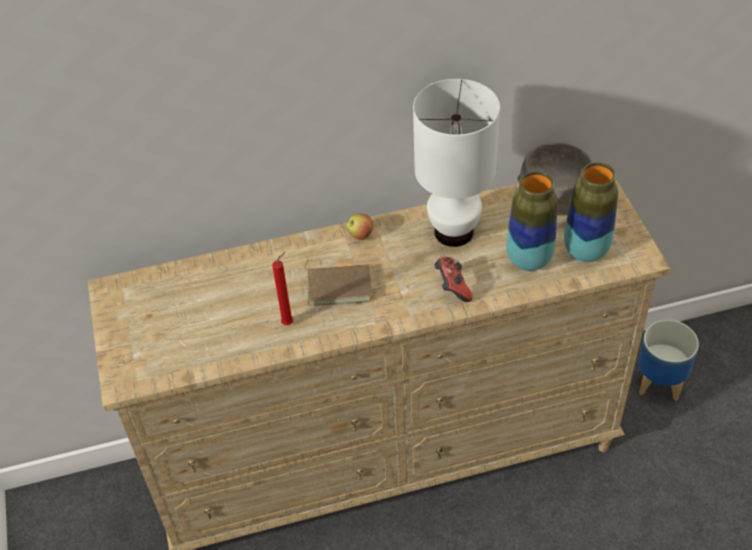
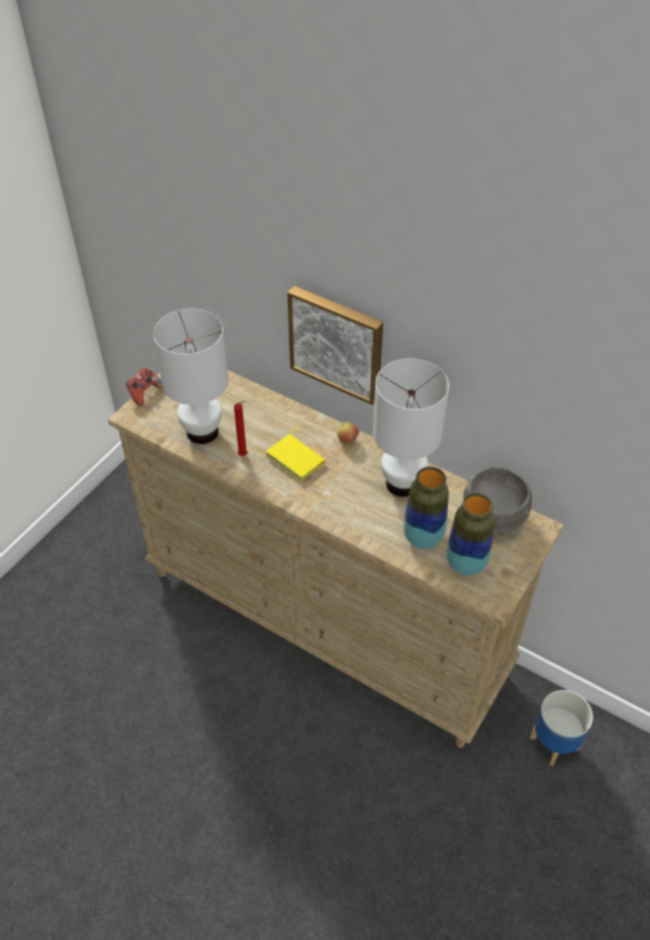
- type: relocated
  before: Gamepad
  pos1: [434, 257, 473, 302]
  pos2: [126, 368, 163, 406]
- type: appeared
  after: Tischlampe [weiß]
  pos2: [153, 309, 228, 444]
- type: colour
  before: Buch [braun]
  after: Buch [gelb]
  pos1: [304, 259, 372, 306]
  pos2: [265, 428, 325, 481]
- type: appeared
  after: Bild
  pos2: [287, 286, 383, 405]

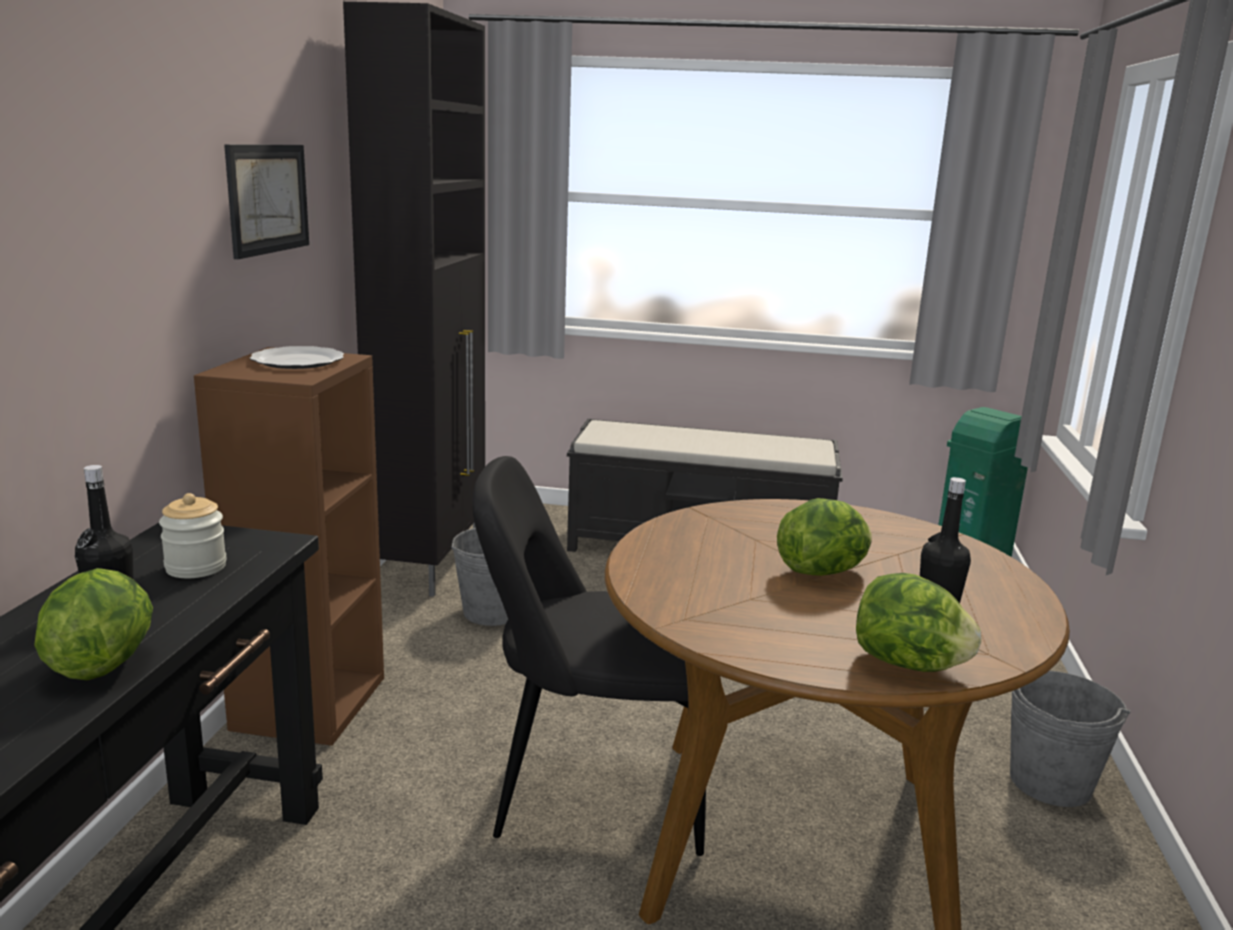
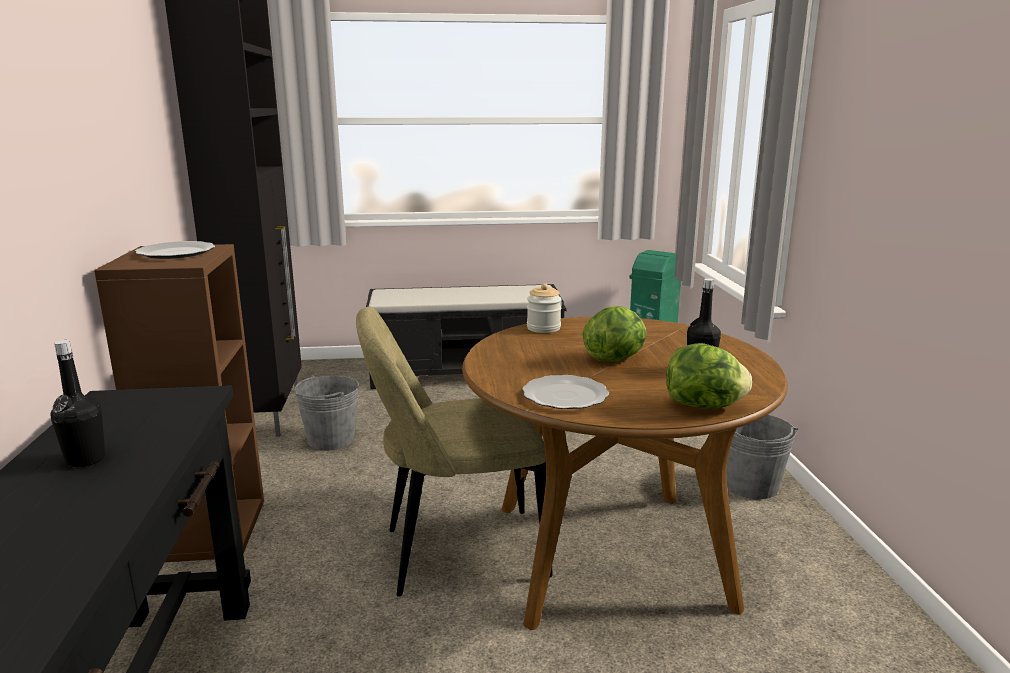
- type: colour
  before: Stuhl [schwarz]
  after: Stuhl [beige]
  pos1: [473, 456, 706, 856]
  pos2: [356, 307, 553, 597]
- type: appeared
  after: Teller
  pos2: [522, 375, 609, 409]
- type: relocated
  before: Vorratsglas
  pos1: [159, 493, 227, 578]
  pos2: [527, 283, 562, 333]
- type: missing
  before: Salatkopf
  pos1: [34, 568, 153, 680]
- type: missing
  before: Bild
  pos1: [224, 144, 309, 259]

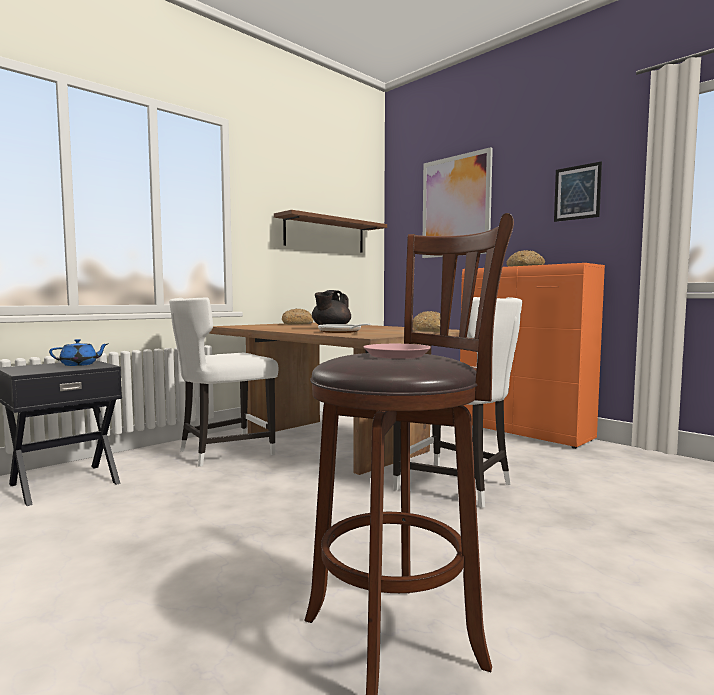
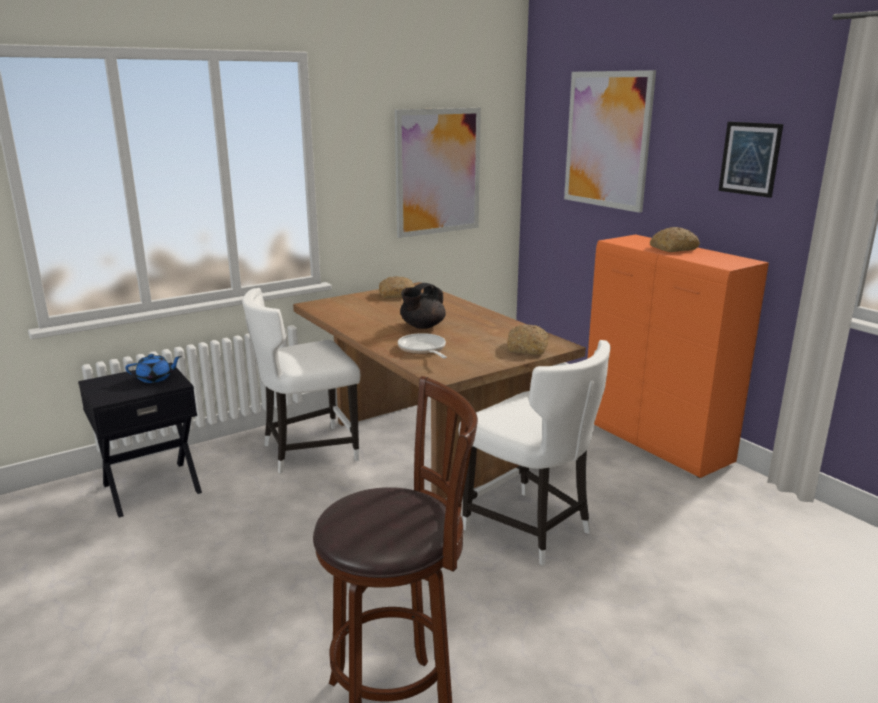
- type: exchanged
  before: Wandregal [braun]
  after: Bild
  pos1: [274, 210, 387, 253]
  pos2: [395, 108, 481, 238]
- type: missing
  before: Teller [rosa]
  pos1: [364, 344, 431, 359]

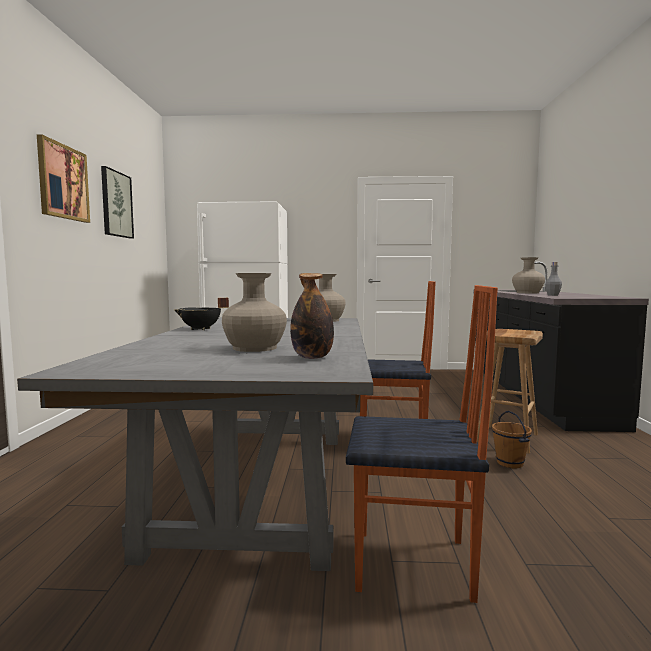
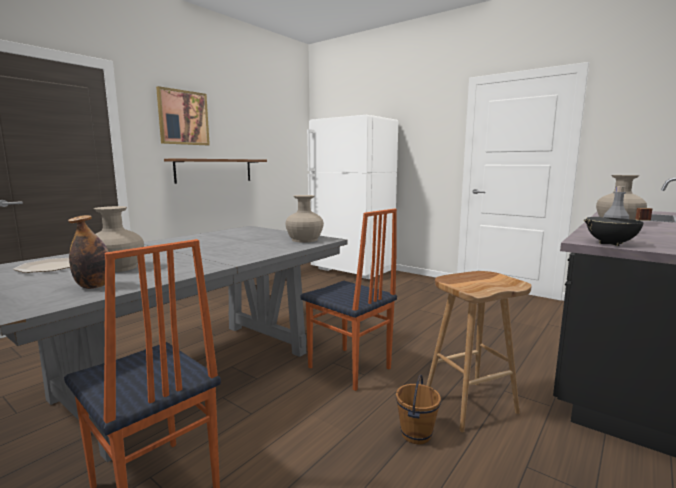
- type: appeared
  after: Teller
  pos2: [13, 258, 70, 273]
- type: appeared
  after: Wandregal [braun]
  pos2: [164, 159, 267, 184]
- type: relocated
  before: Kochtopf [schwarz]
  pos1: [174, 298, 229, 330]
  pos2: [584, 208, 653, 246]
- type: missing
  before: Bild
  pos1: [101, 166, 134, 239]

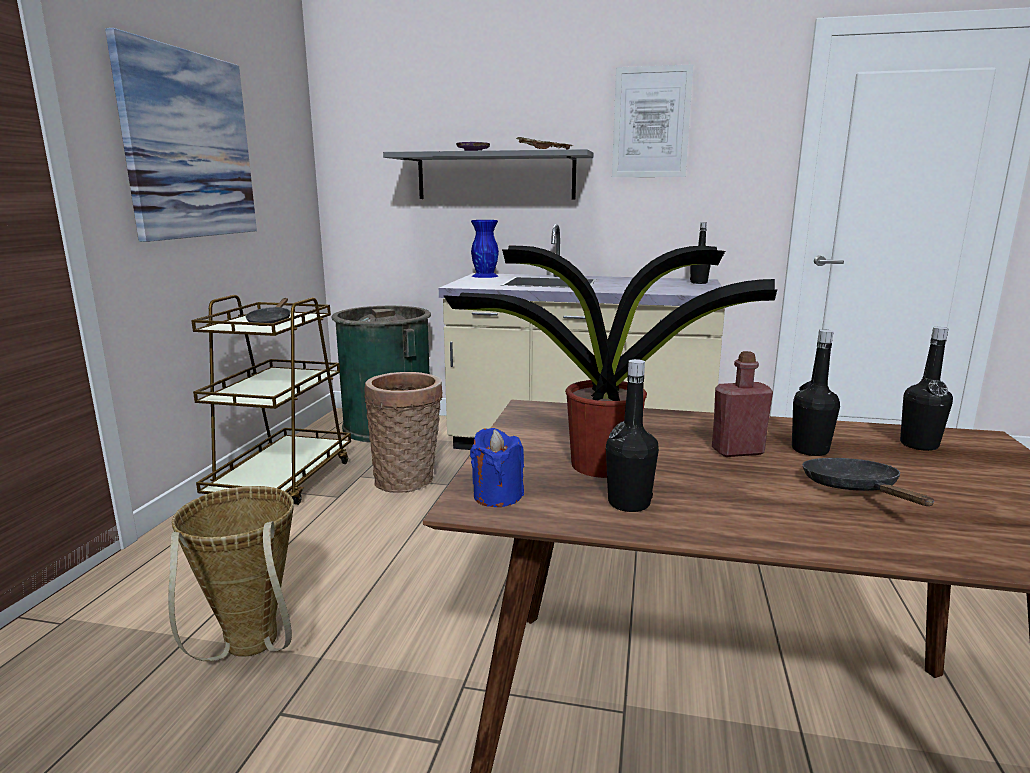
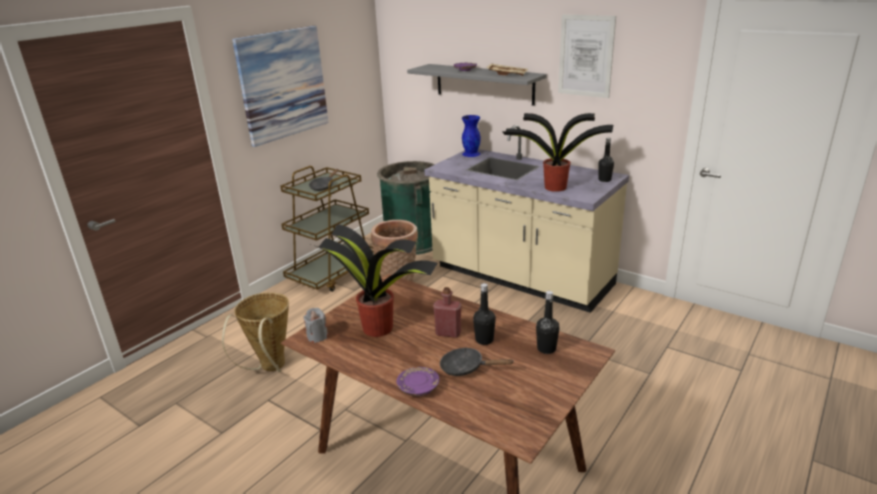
- type: colour
  before: Kerze [blau]
  after: Kerze [grau]
  pos1: [470, 428, 524, 507]
  pos2: [303, 308, 328, 343]
- type: appeared
  after: Teller [lila]
  pos2: [396, 367, 439, 396]
- type: spun
  before: Pfanne [schwarz]
  pos1: [802, 458, 934, 506]
  pos2: [440, 347, 513, 376]
  turn: -90
- type: appeared
  after: Topfpflanze
  pos2: [502, 113, 613, 192]
- type: missing
  before: Flasche [schwarz]
  pos1: [606, 359, 659, 512]

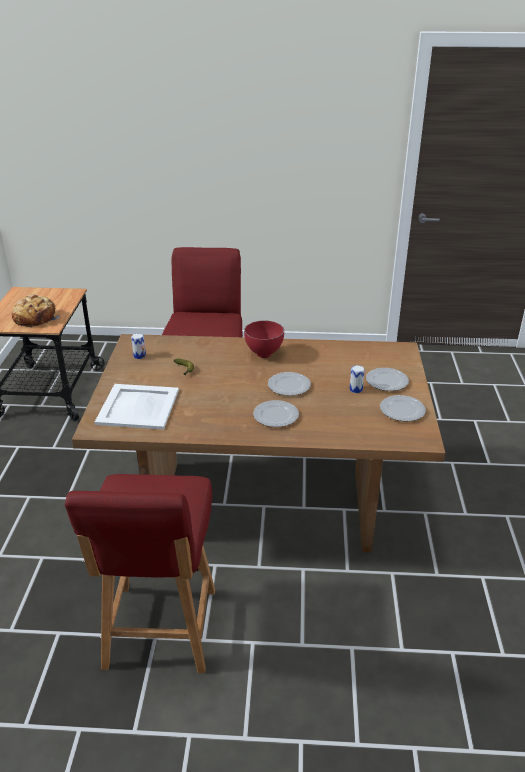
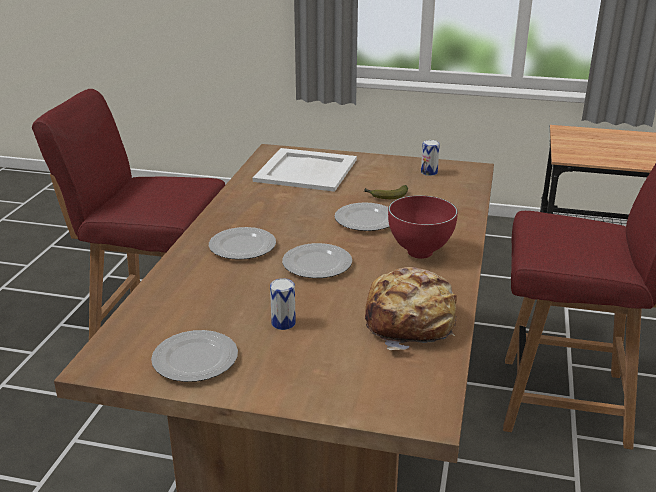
- type: relocated
  before: Teller
  pos1: [366, 368, 409, 391]
  pos2: [334, 202, 390, 231]
- type: relocated
  before: Brot
  pos1: [11, 294, 60, 328]
  pos2: [365, 267, 457, 350]

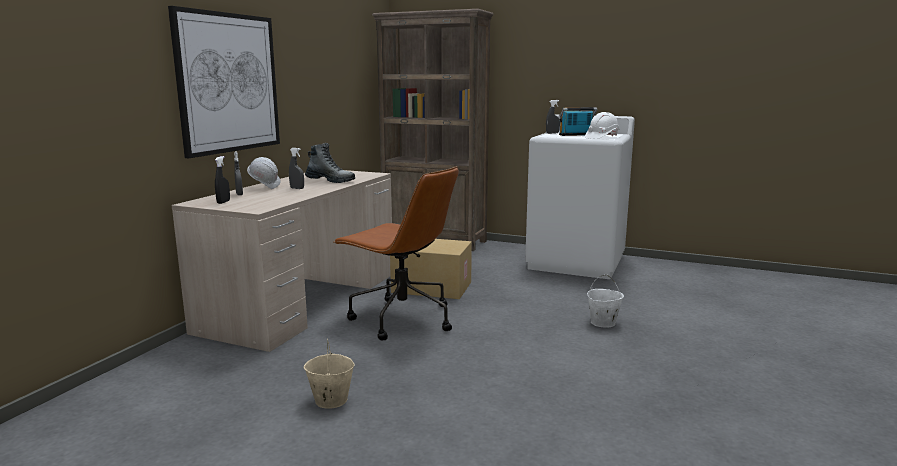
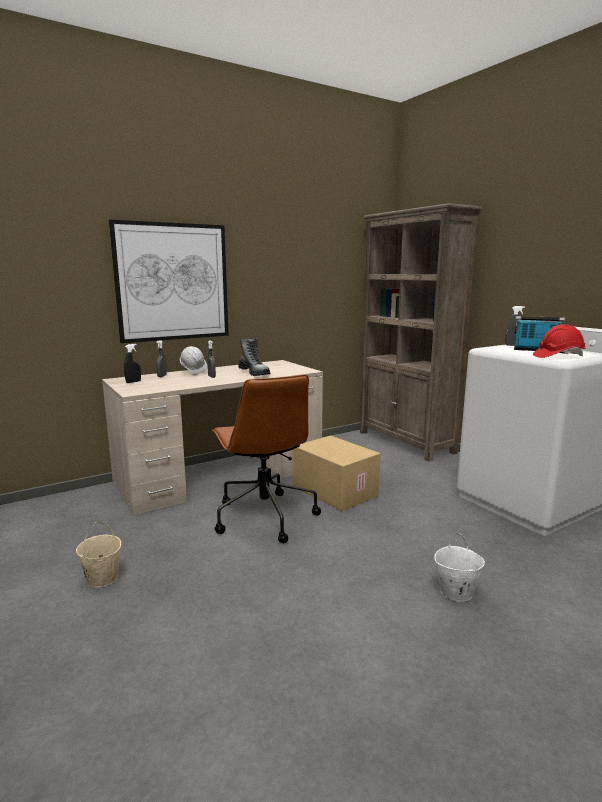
- type: colour
  before: Schutzhelm [weiß]
  after: Schutzhelm [rot]
  pos1: [585, 112, 620, 139]
  pos2: [533, 324, 586, 358]

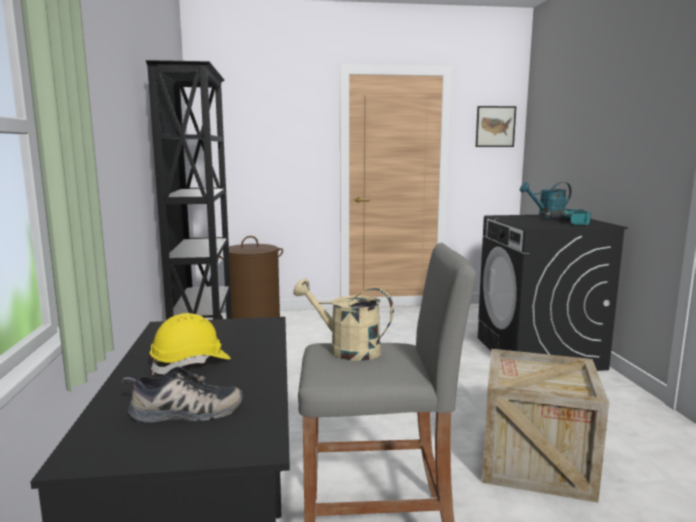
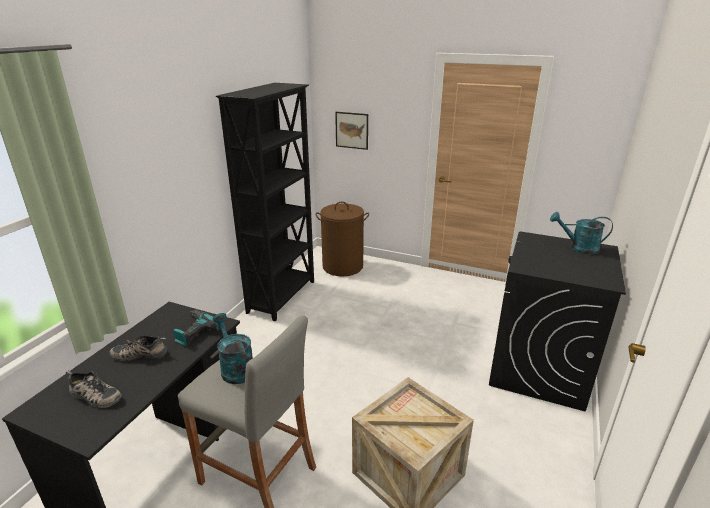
- type: exchanged
  before: Schutzhelm [gelb]
  after: Schuh
  pos1: [150, 313, 231, 375]
  pos2: [110, 336, 167, 361]
- type: relocated
  before: Bohrmaschine
  pos1: [545, 209, 591, 225]
  pos2: [173, 310, 221, 347]
- type: colour
  before: Gießkanne [beige]
  after: Gießkanne [türkis]
  pos1: [293, 278, 394, 361]
  pos2: [212, 313, 253, 384]
- type: relocated
  before: Bild
  pos1: [476, 106, 516, 147]
  pos2: [335, 112, 368, 150]

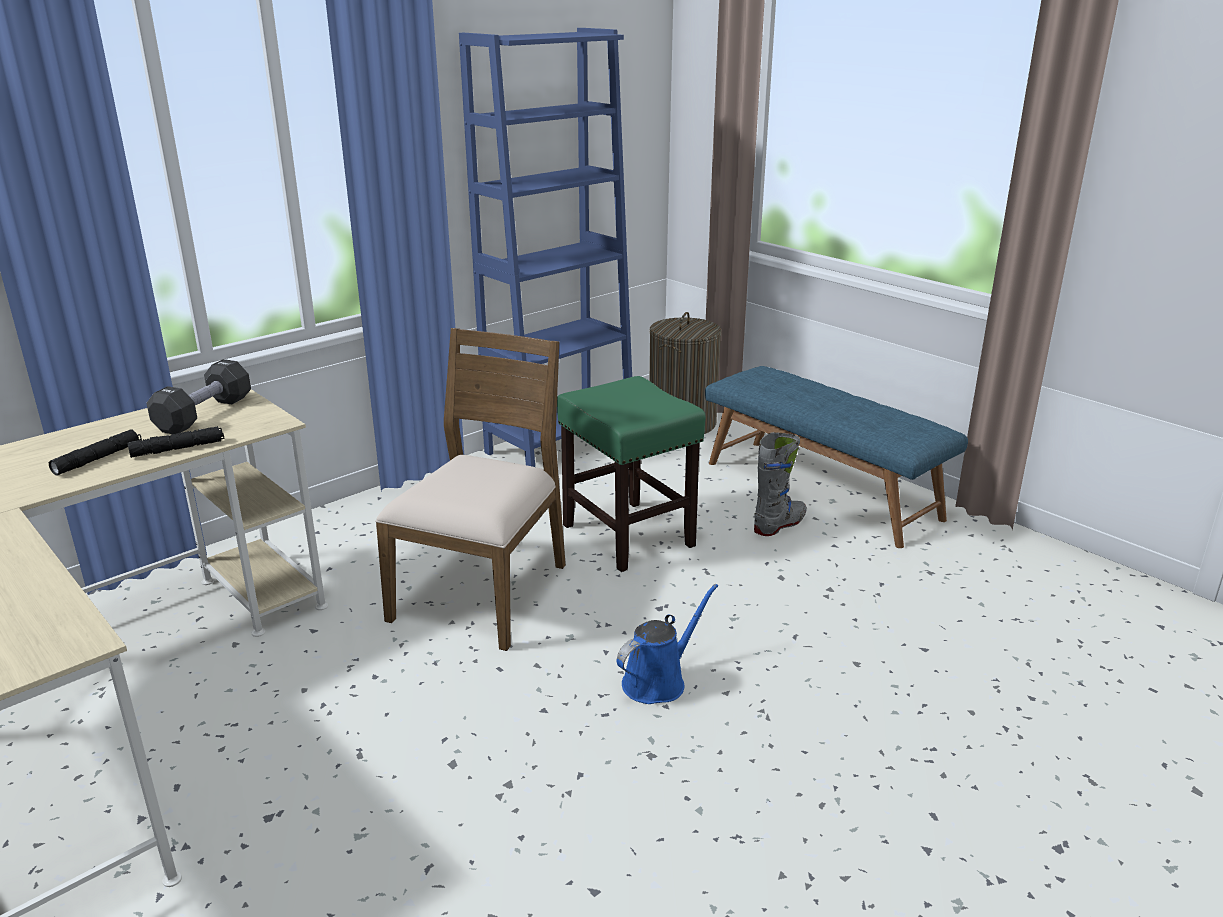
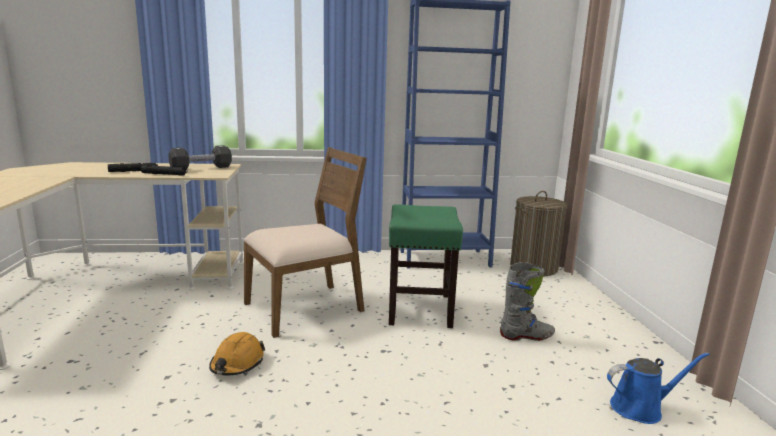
- type: appeared
  after: Schutzhelm [orange]
  pos2: [209, 332, 265, 376]
- type: relocated
  before: Gießkanne [blau]
  pos1: [617, 584, 718, 704]
  pos2: [607, 352, 710, 424]
- type: missing
  before: Bank [blau]
  pos1: [705, 366, 968, 548]

